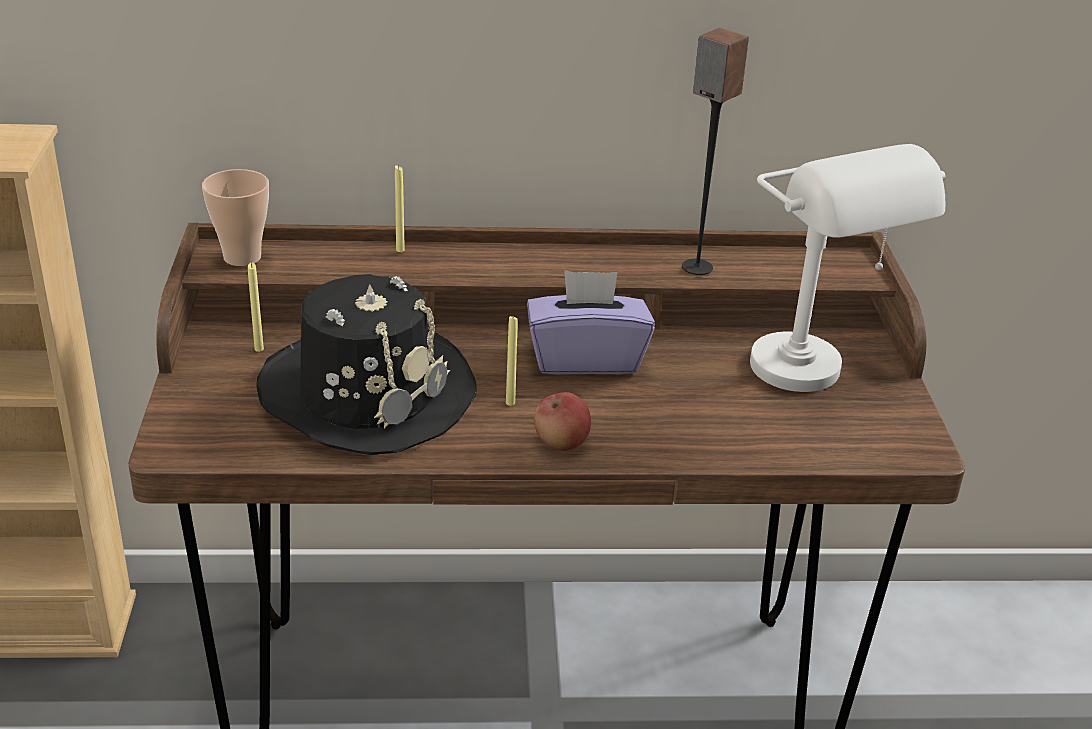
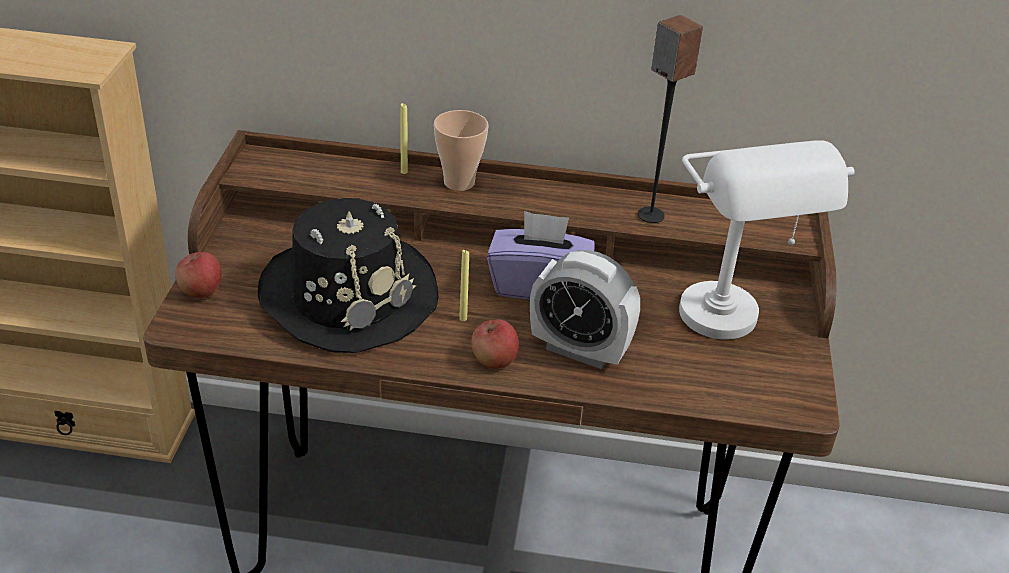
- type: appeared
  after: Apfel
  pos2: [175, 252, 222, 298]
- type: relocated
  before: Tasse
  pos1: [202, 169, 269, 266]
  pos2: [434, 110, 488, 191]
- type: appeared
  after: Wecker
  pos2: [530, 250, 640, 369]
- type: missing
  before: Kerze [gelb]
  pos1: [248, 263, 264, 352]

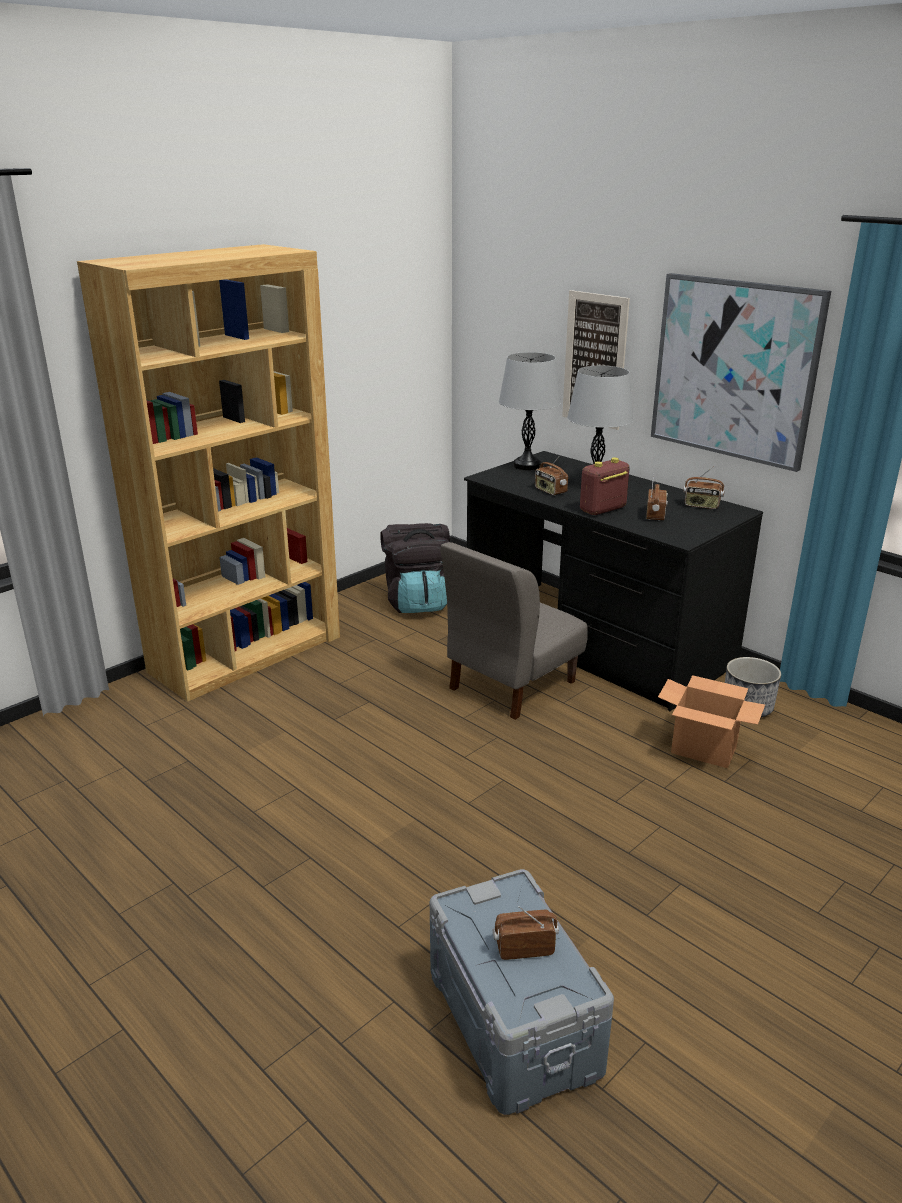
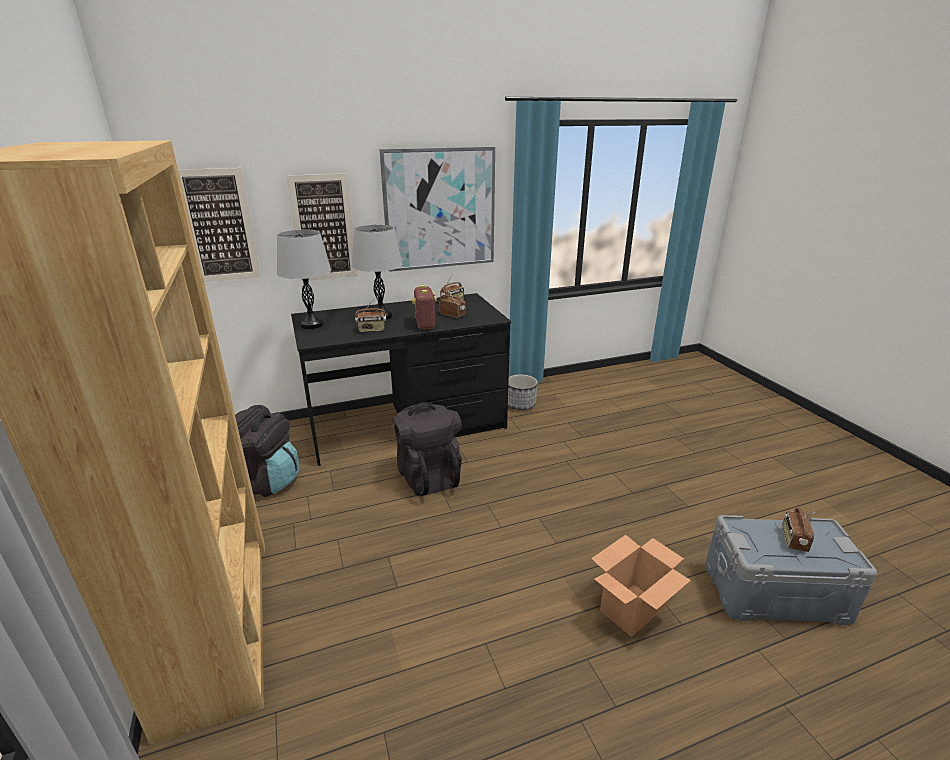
- type: appeared
  after: Bild
  pos2: [178, 168, 261, 282]
- type: exchanged
  before: Stuhl [grau]
  after: Rucksack [schwarz]
  pos1: [441, 542, 588, 720]
  pos2: [393, 402, 462, 496]
- type: relocated
  before: Karton
  pos1: [658, 675, 765, 768]
  pos2: [591, 535, 691, 637]

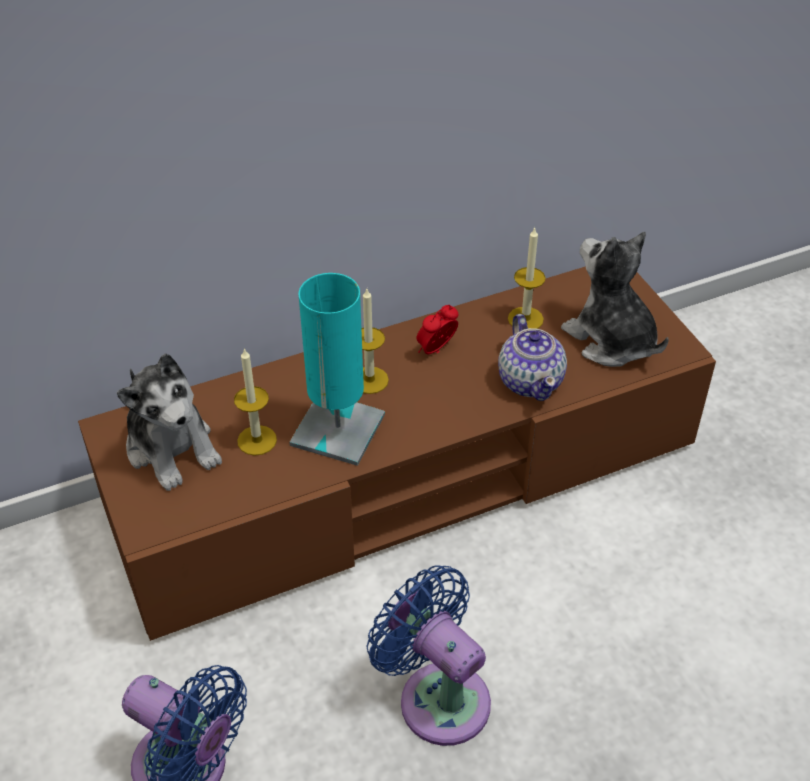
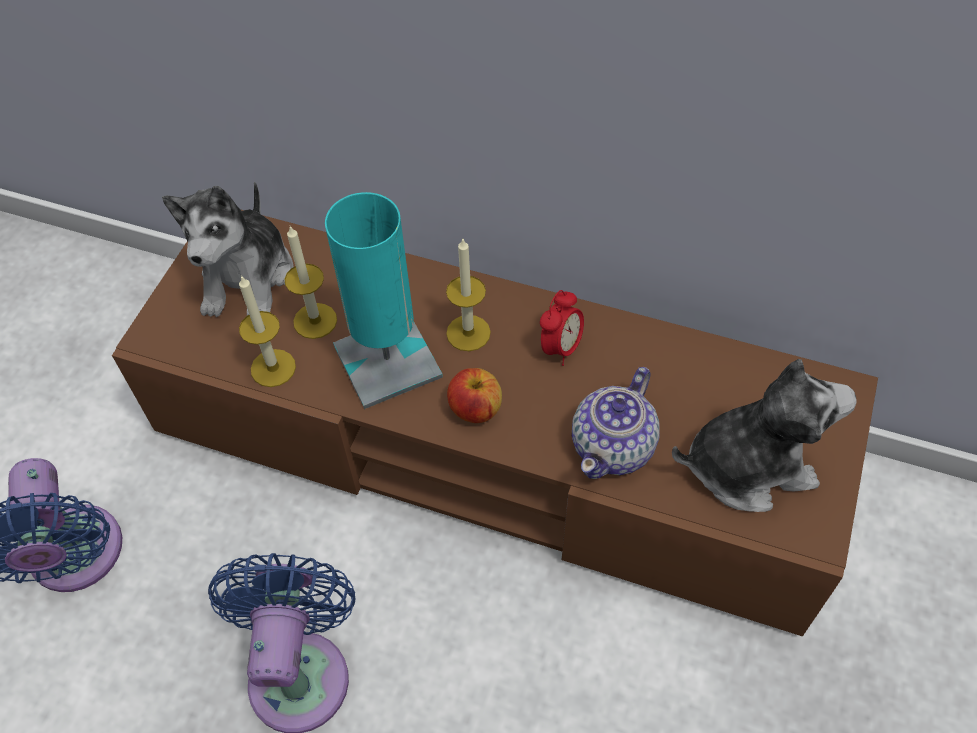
- type: relocated
  before: Kerze
  pos1: [508, 227, 546, 329]
  pos2: [239, 275, 296, 387]
- type: appeared
  after: Apfel
  pos2: [447, 368, 502, 423]
- type: spun
  before: Wecker
  pos1: [416, 305, 458, 354]
  pos2: [540, 290, 584, 366]
  turn: 120
- type: spun
  before: Plüschtier
  pos1: [561, 232, 669, 367]
  pos2: [672, 359, 856, 512]
  turn: 75

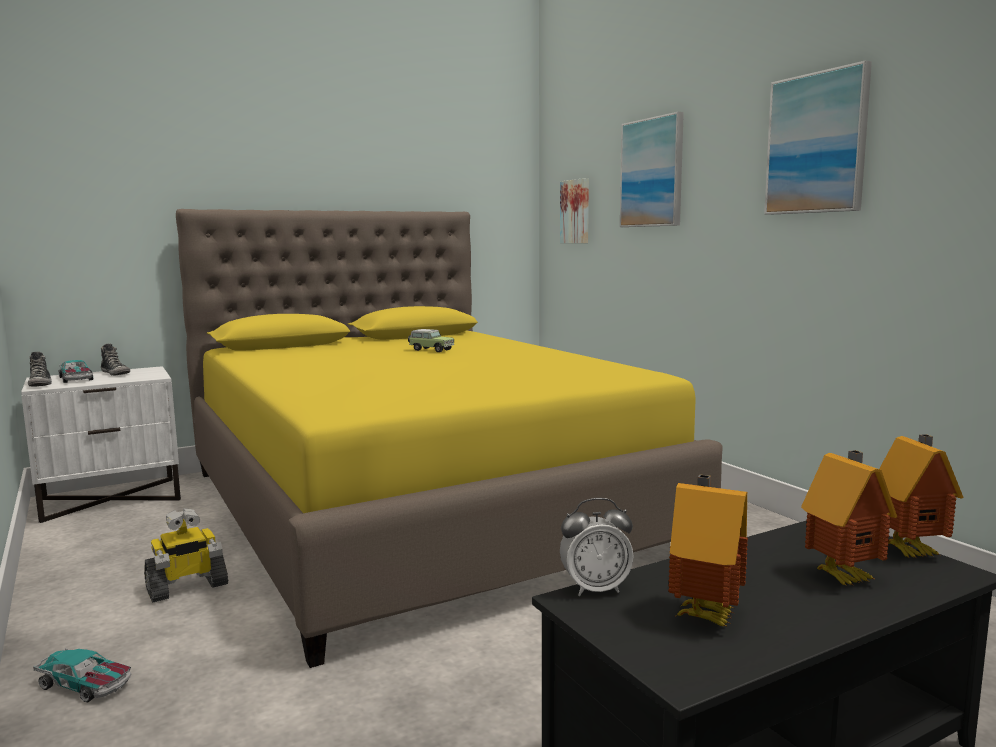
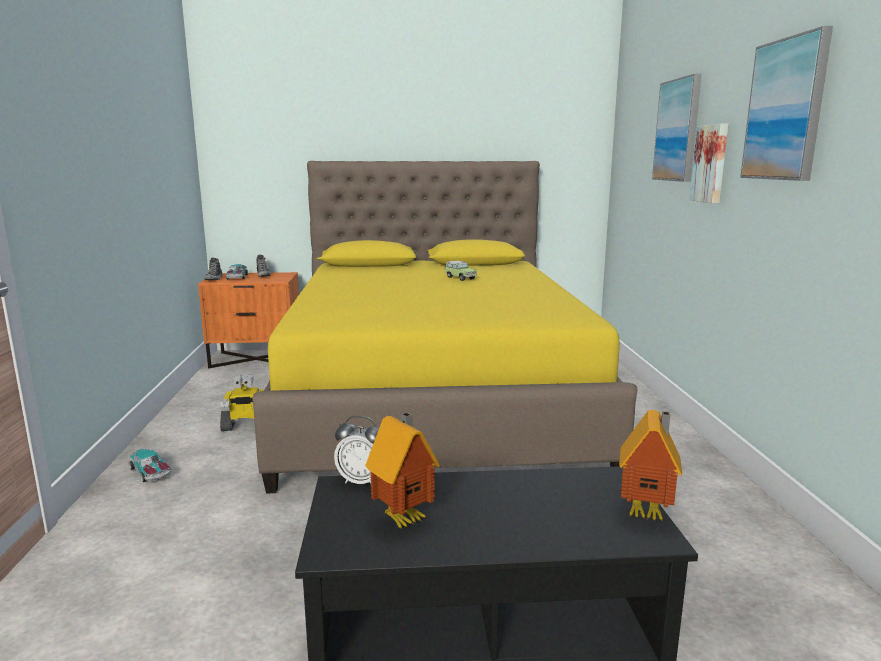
- type: colour
  before: Nachttisch [weiß]
  after: Nachttisch [orange]
  pos1: [21, 366, 181, 523]
  pos2: [198, 272, 299, 368]
- type: relocated
  before: Bild
  pos1: [560, 178, 589, 243]
  pos2: [690, 124, 728, 203]
- type: missing
  before: Spielzeughaus
  pos1: [801, 450, 897, 586]

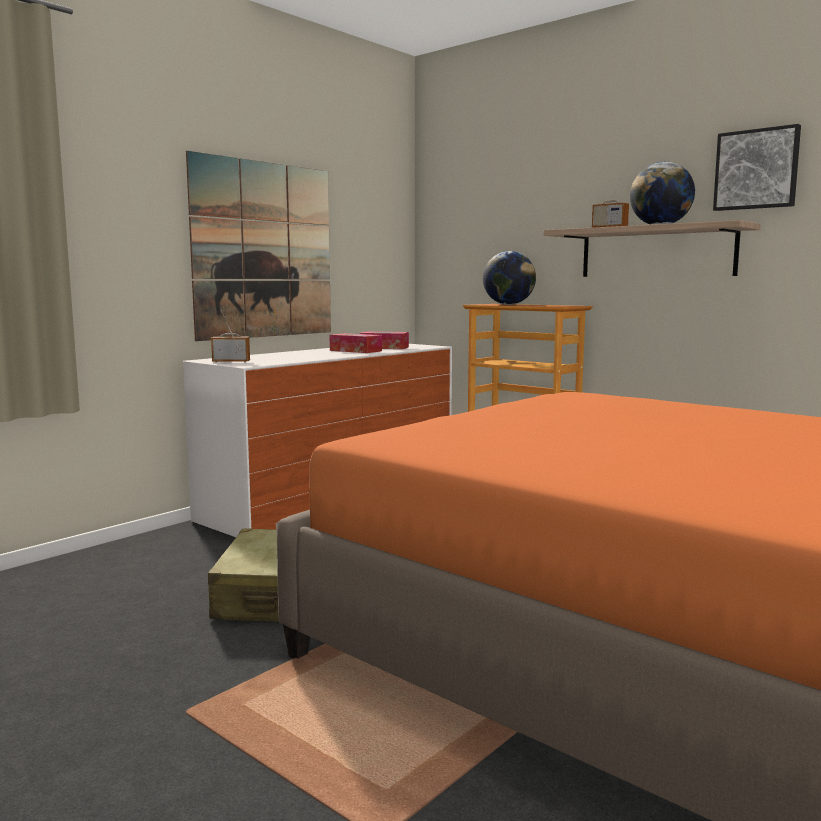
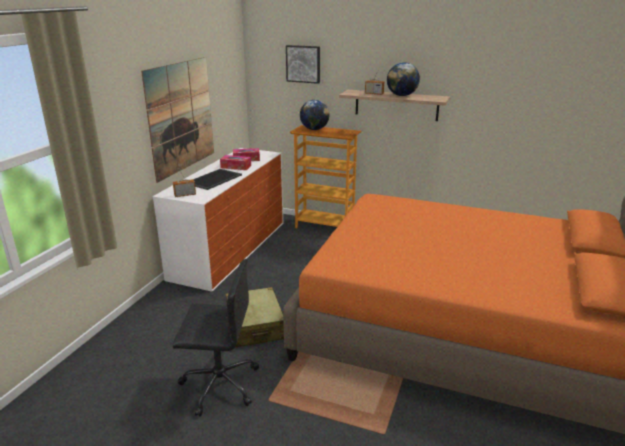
- type: appeared
  after: Bürostuhl [schwarz]
  pos2: [172, 259, 259, 417]
- type: appeared
  after: Tablett
  pos2: [194, 169, 242, 190]
- type: relocated
  before: Bild
  pos1: [713, 124, 801, 211]
  pos2: [286, 45, 320, 84]

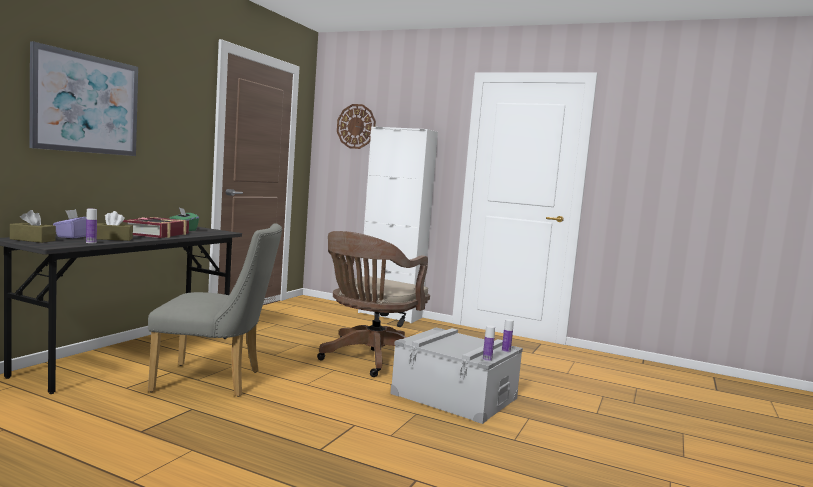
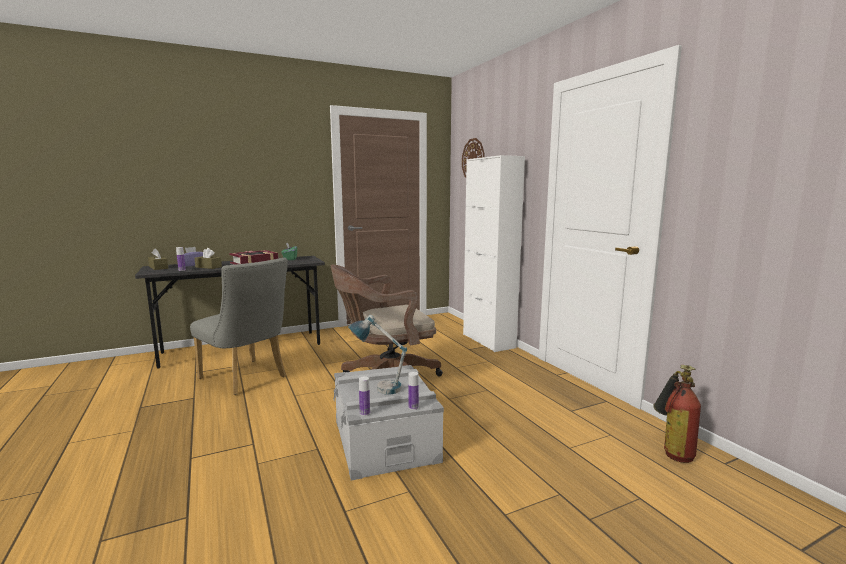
- type: appeared
  after: Tischlampe
  pos2: [348, 315, 407, 395]
- type: appeared
  after: Feuerlöscher
  pos2: [653, 365, 701, 463]
- type: missing
  before: Bild
  pos1: [30, 41, 138, 156]

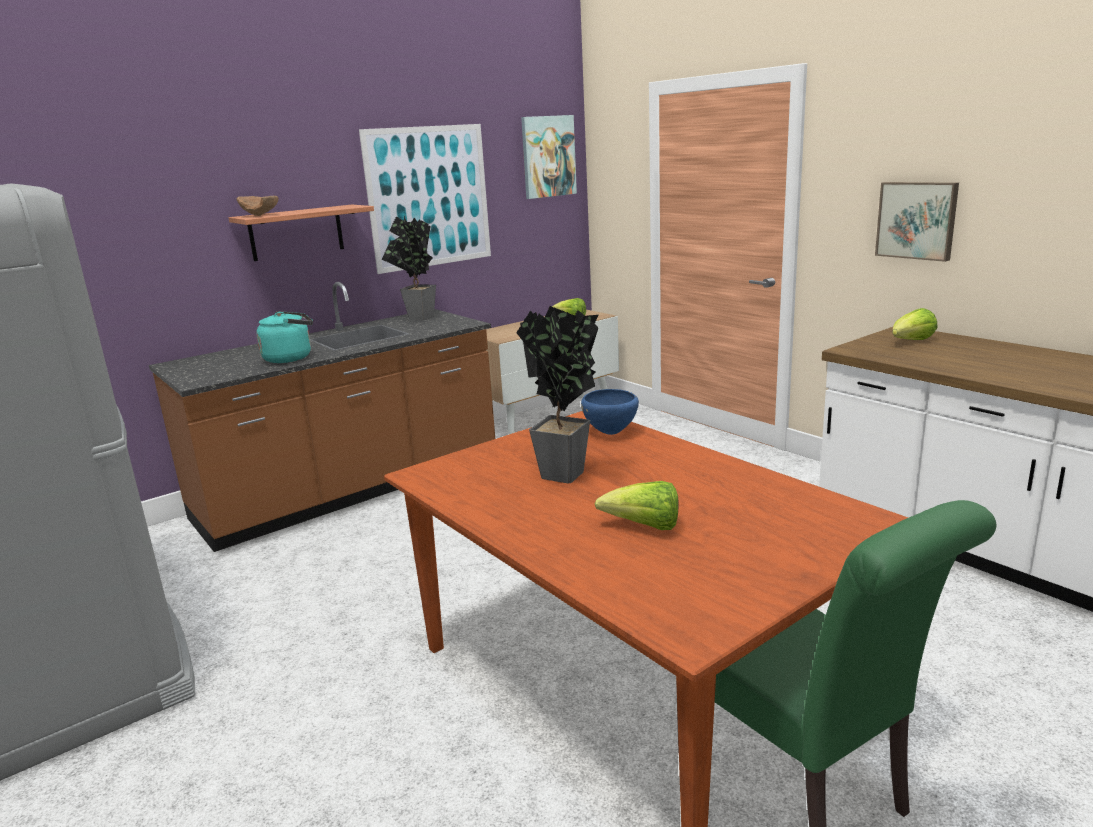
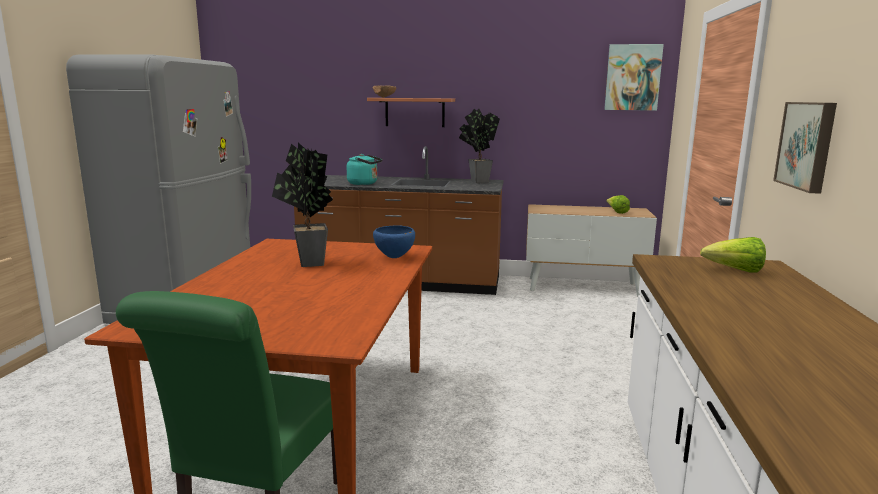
- type: missing
  before: Bild
  pos1: [359, 124, 491, 274]
- type: missing
  before: Salatkopf
  pos1: [595, 481, 678, 530]

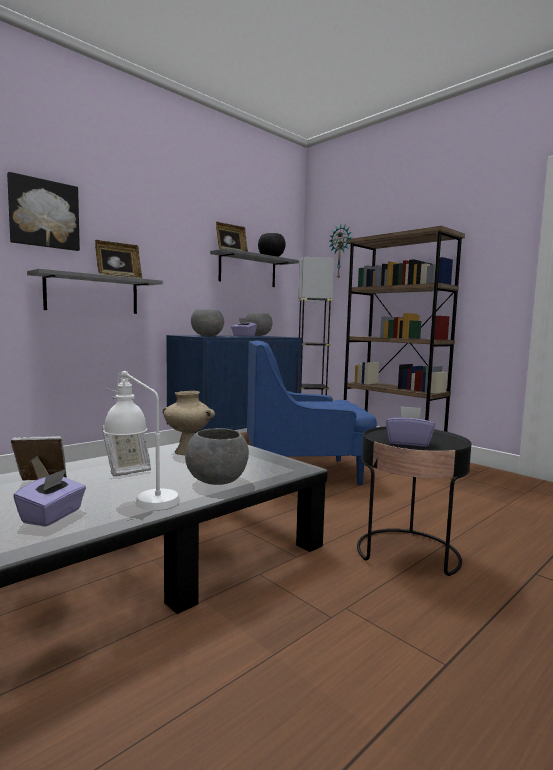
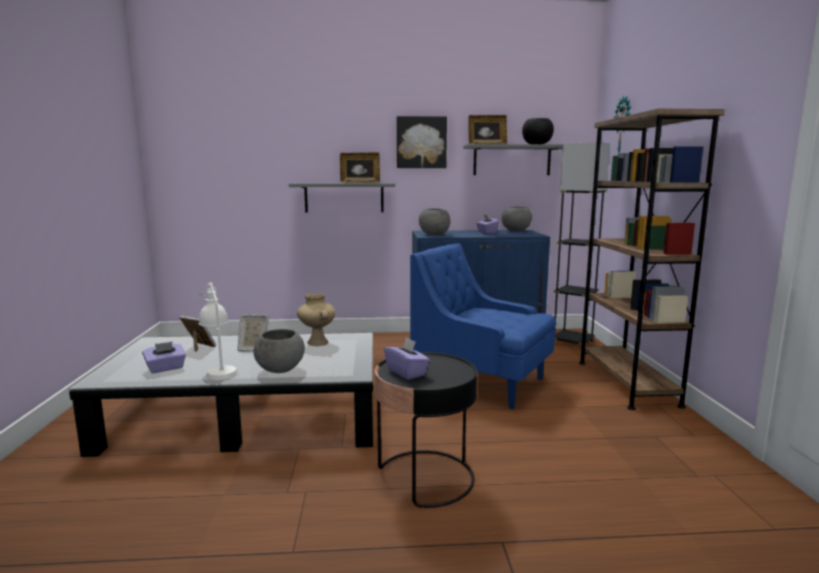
- type: relocated
  before: Bild
  pos1: [7, 172, 80, 251]
  pos2: [397, 116, 447, 168]

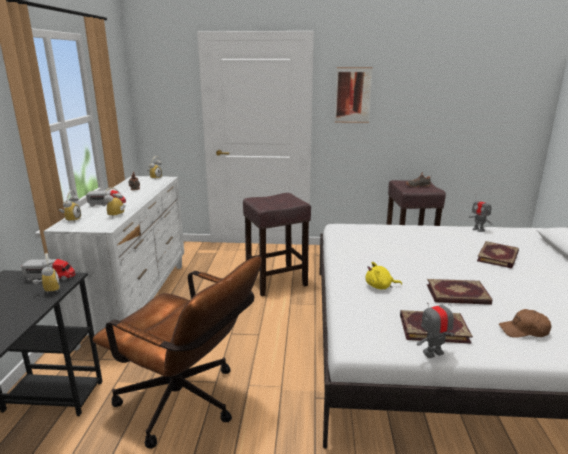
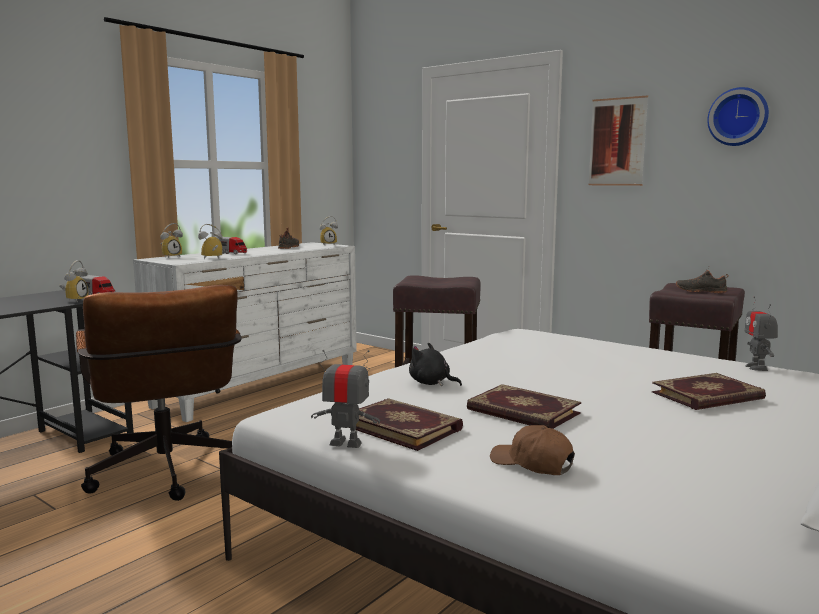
- type: colour
  before: Plüschtier [gelb]
  after: Plüschtier [schwarz]
  pos1: [366, 262, 402, 289]
  pos2: [409, 343, 462, 386]
- type: appeared
  after: Wanduhr
  pos2: [707, 87, 769, 146]

